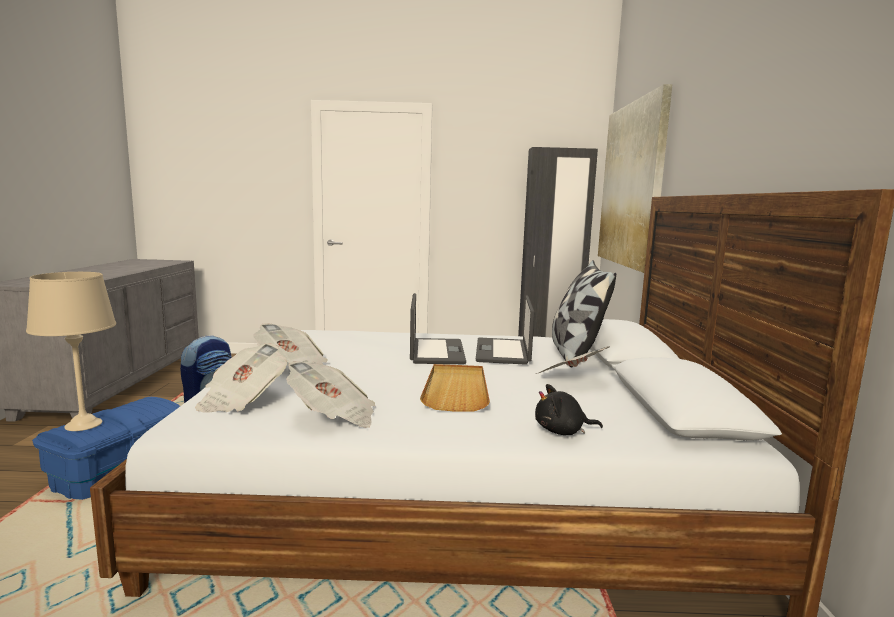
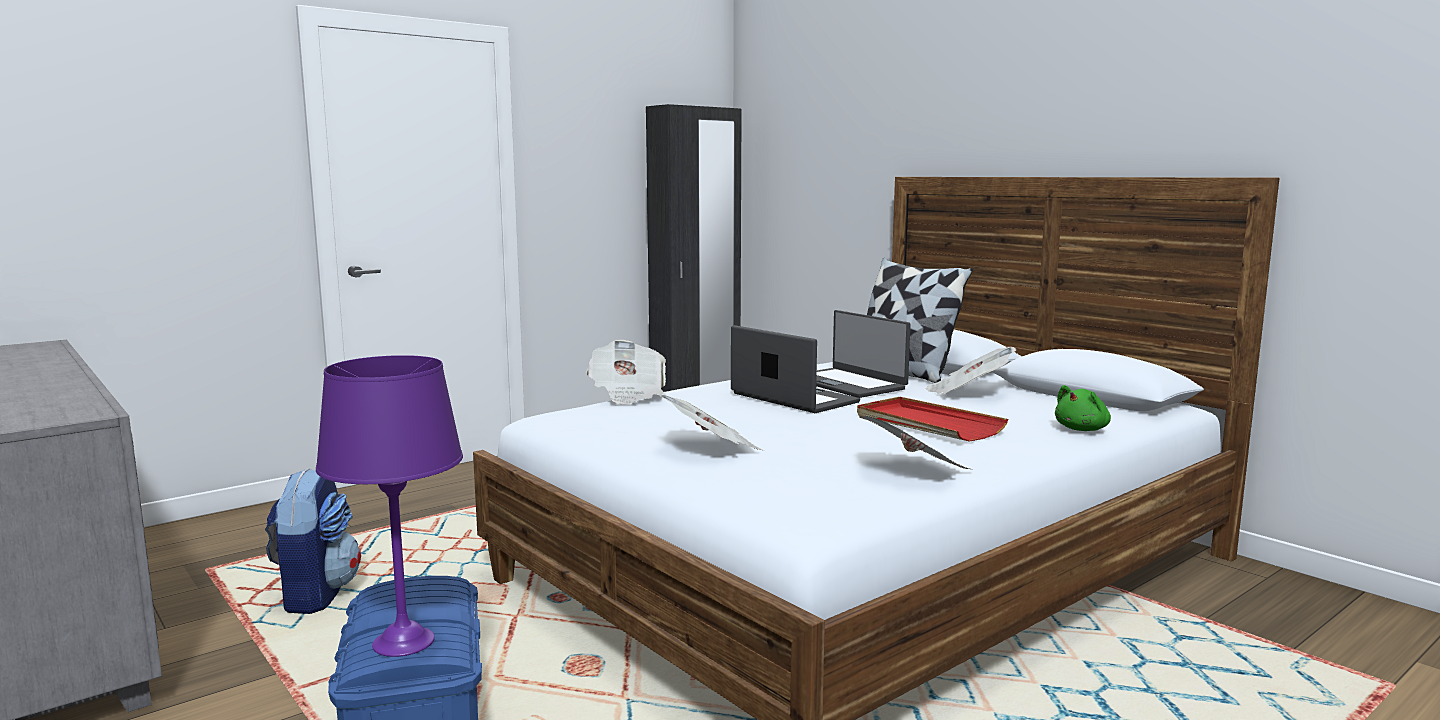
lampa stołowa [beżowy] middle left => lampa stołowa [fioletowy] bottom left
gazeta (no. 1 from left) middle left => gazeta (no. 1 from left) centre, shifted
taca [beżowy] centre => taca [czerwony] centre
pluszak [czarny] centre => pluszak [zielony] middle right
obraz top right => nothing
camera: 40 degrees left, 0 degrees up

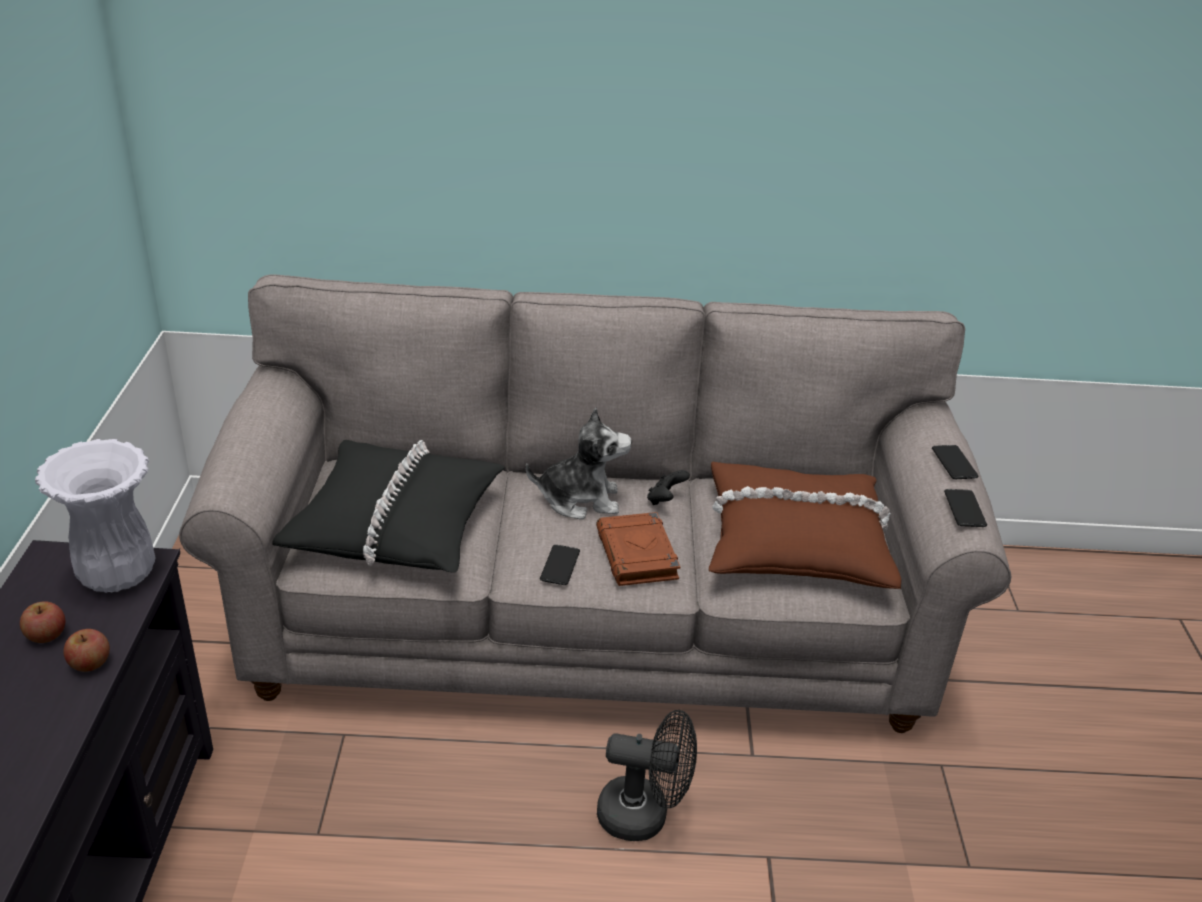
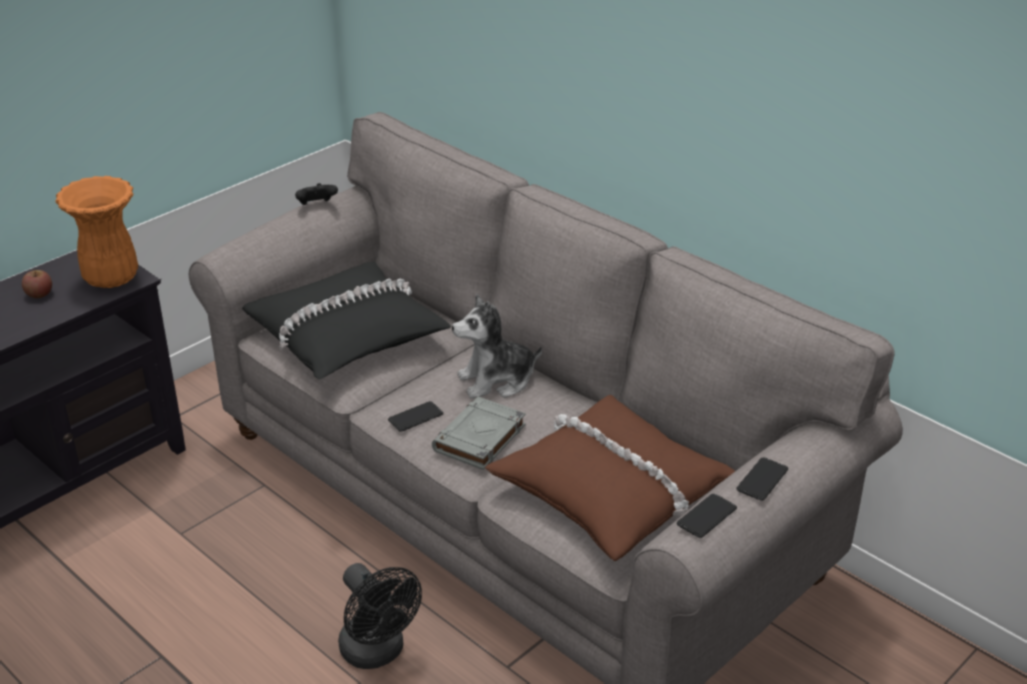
wazon [biały] middle left => wazon [pomarańczowy] middle left
jabłko (no. 2 from left) bottom left => nothing
pluszak centre, 120 degrees clockwise
książka [brązowy] centre => książka [szary] centre
pad do gier [czarny] centre => pad do gier [czarny] top left, shifted
camera: 45 degrees right, 0 degrees up

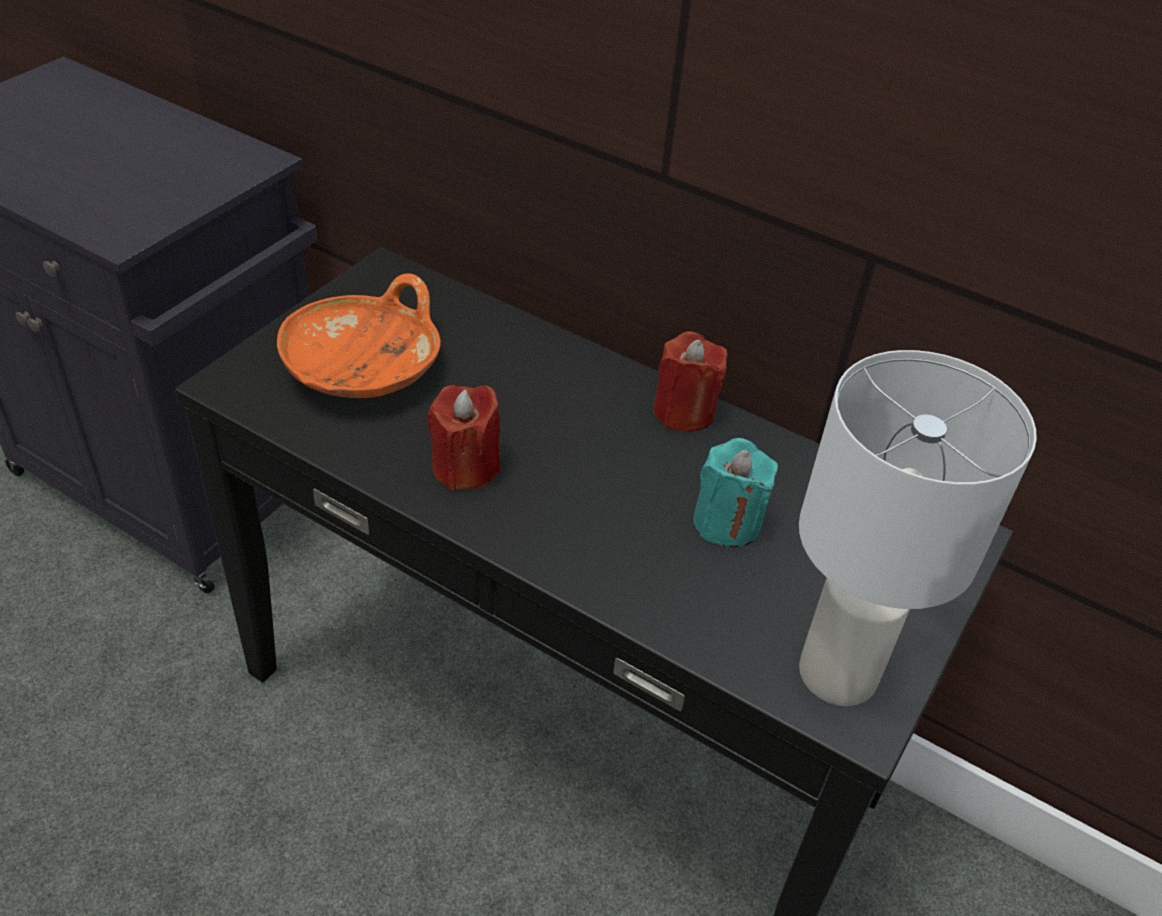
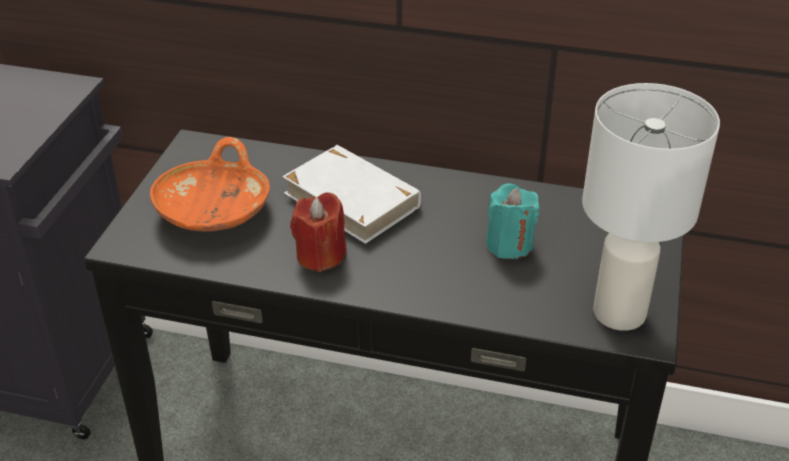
świeca [czerwony] (no. 2 from left) centre => nothing
nothing => książka [biały] centre
camera: 15 degrees left, 5 degrees down

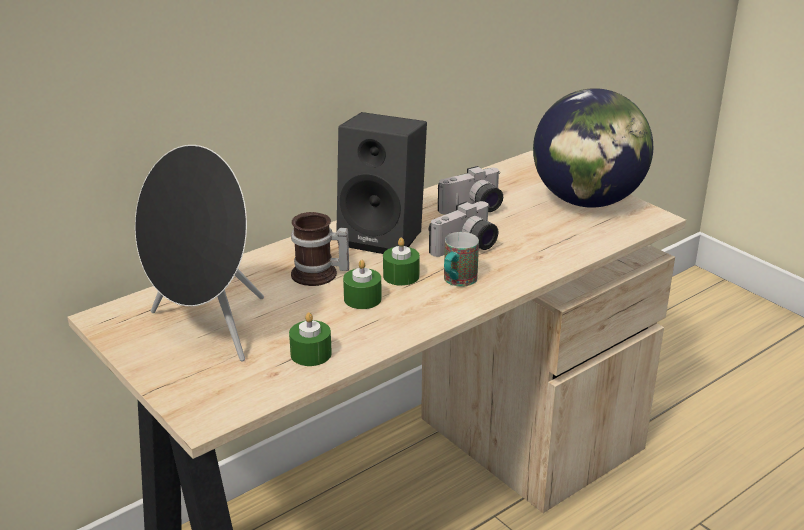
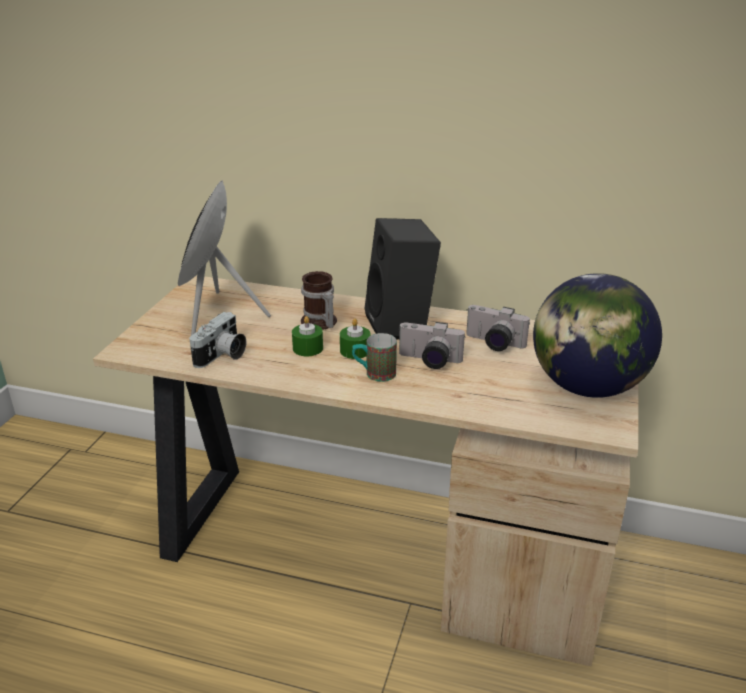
świeca [zielony] (no. 1 from left) centre => aparat fotograficzny (no. 1 from left) middle left
camera: 55 degrees right, 0 degrees up

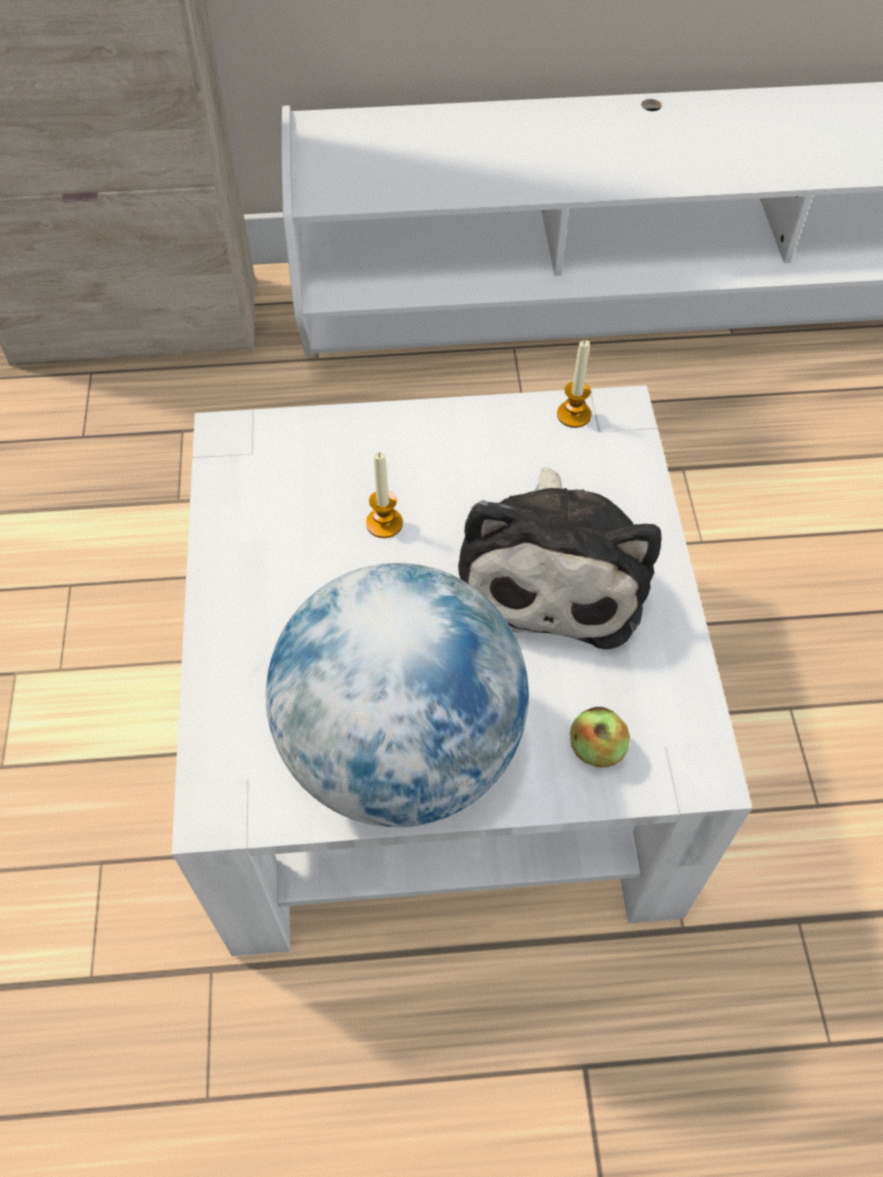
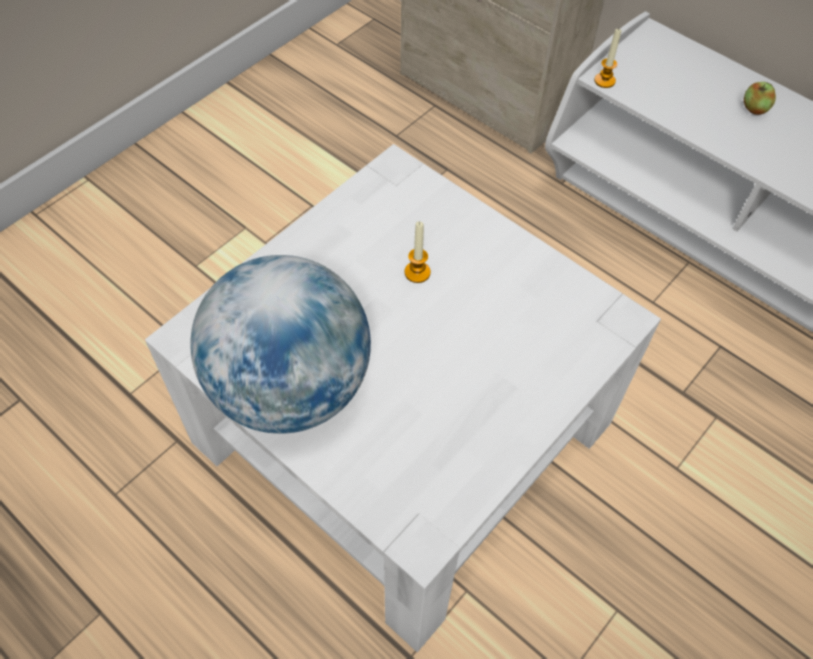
pluszak centre => nothing
świeca (no. 2 from left) top centre => świeca (no. 2 from left) top right, shifted
jabłko middle right => jabłko top right, shifted
camera: 45 degrees right, 0 degrees up

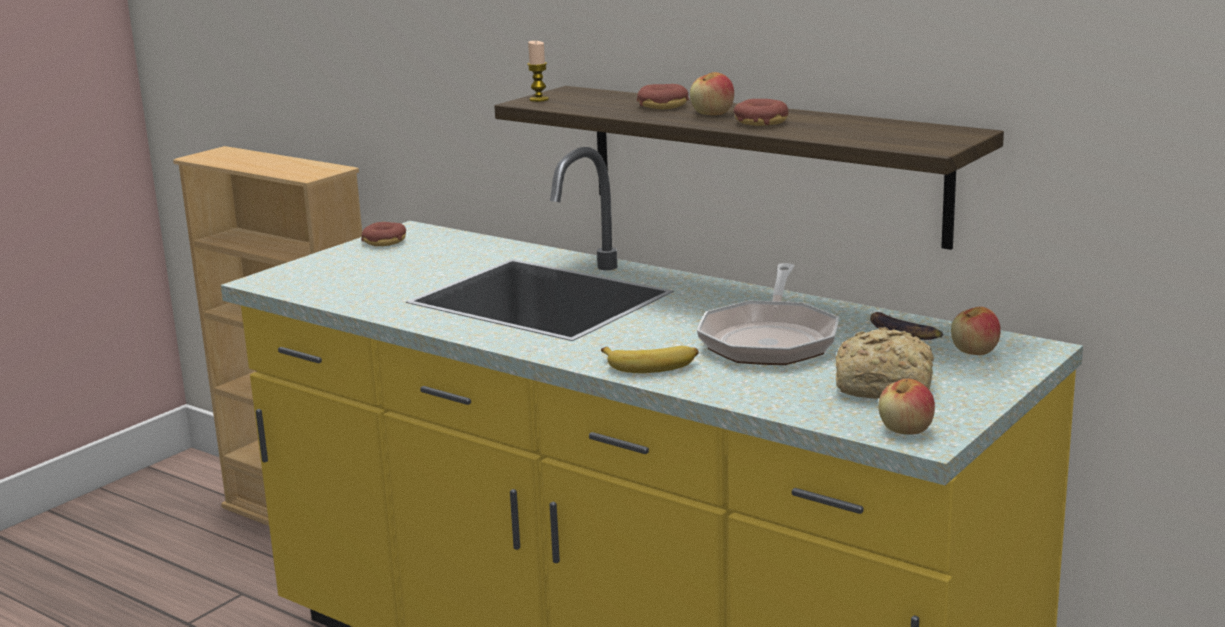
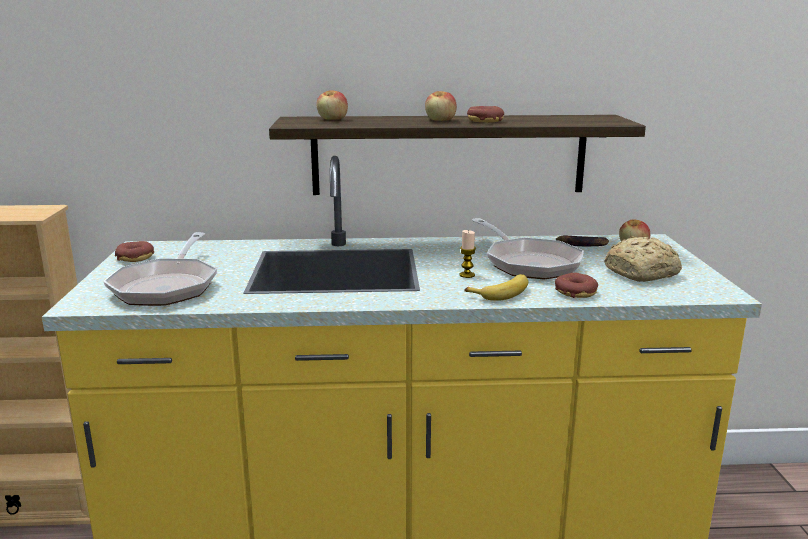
świeca top centre => świeca centre, shifted
donut (no. 2 from left in the first image) top centre => donut (no. 3 from left) middle right, shifted
jabłko (no. 2 from left in the first image) middle right => jabłko (no. 1 from left) top centre, shifted
nothing => patelnia (no. 1 from left) middle left
camera: 40 degrees left, 0 degrees up

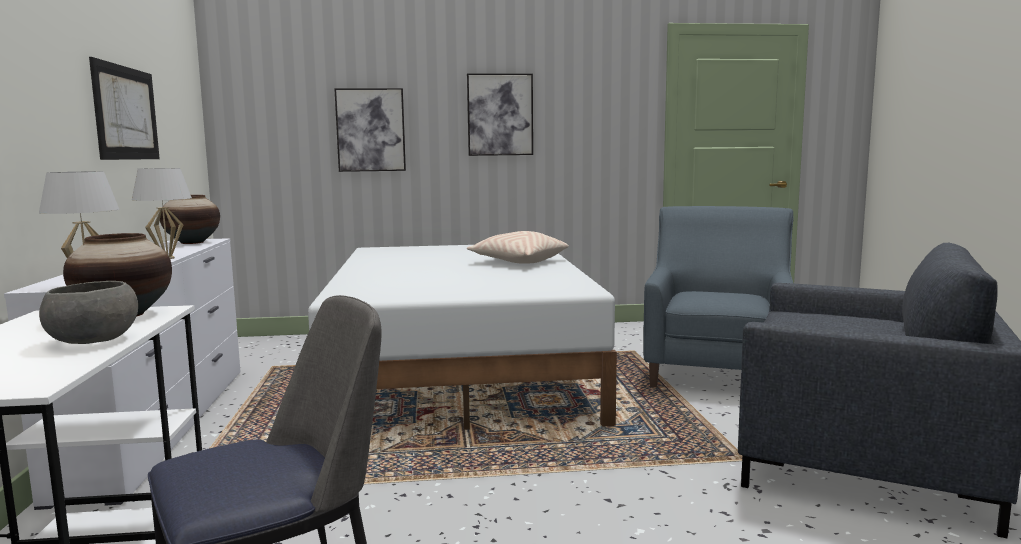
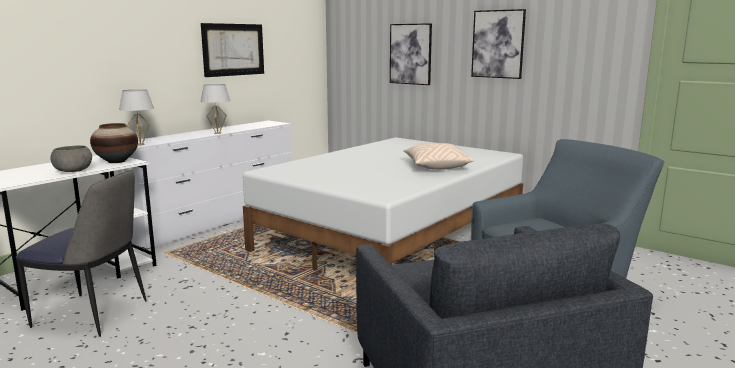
wazon (no. 2 from left) middle left => nothing
camera: 45 degrees right, 5 degrees up

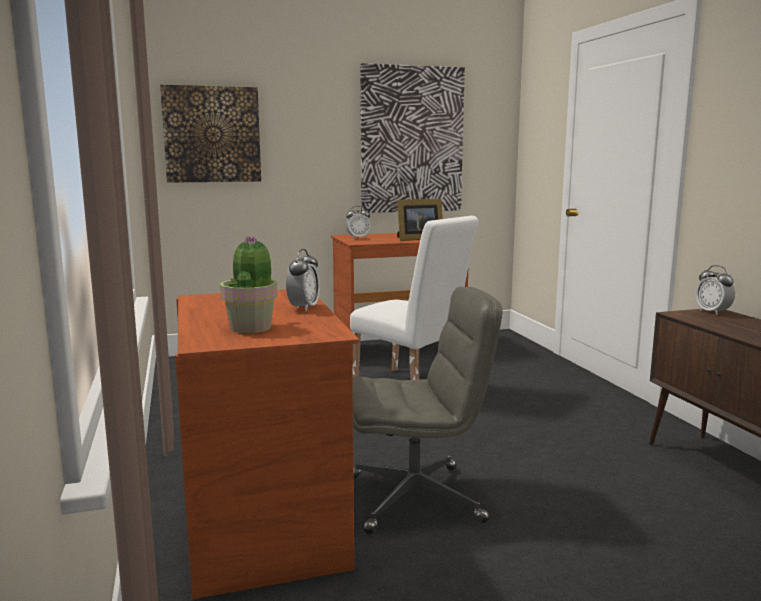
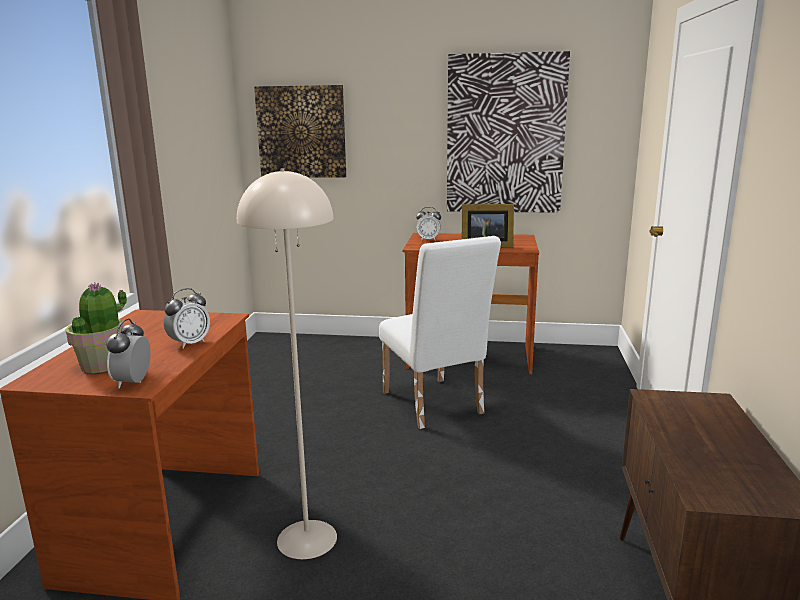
krzesło biurowe [szary] bottom centre => lampa stojąca [beżowy] centre
budzik (no. 3 from left in the first image) middle right => budzik (no. 1 from left) middle left, shifted
camera: 25 degrees right, 5 degrees up

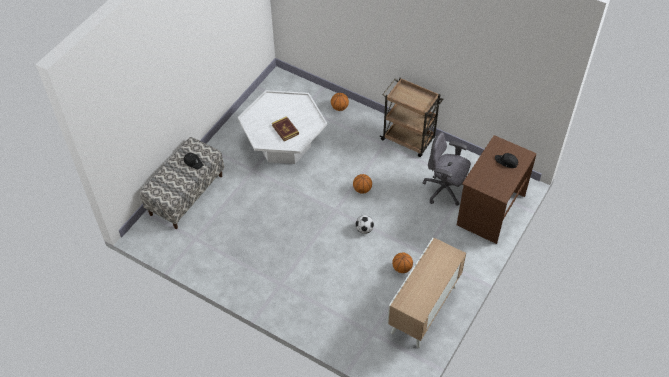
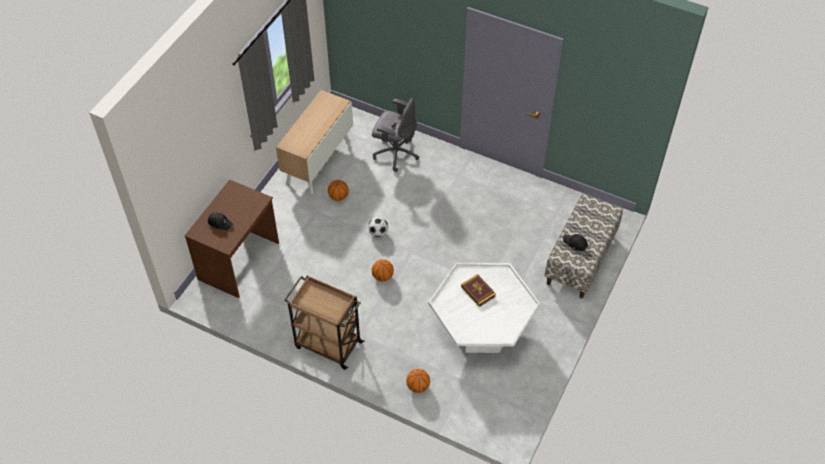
krzesło biurowe [szary] middle right => krzesło biurowe [szary] top centre, shifted
camera: 175 degrees right, 0 degrees up

